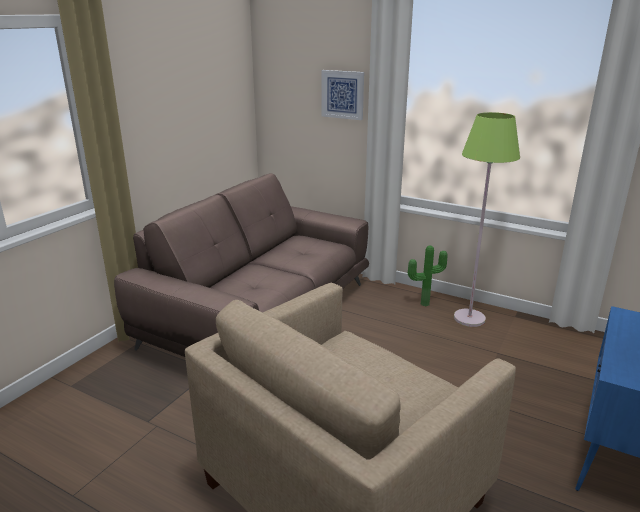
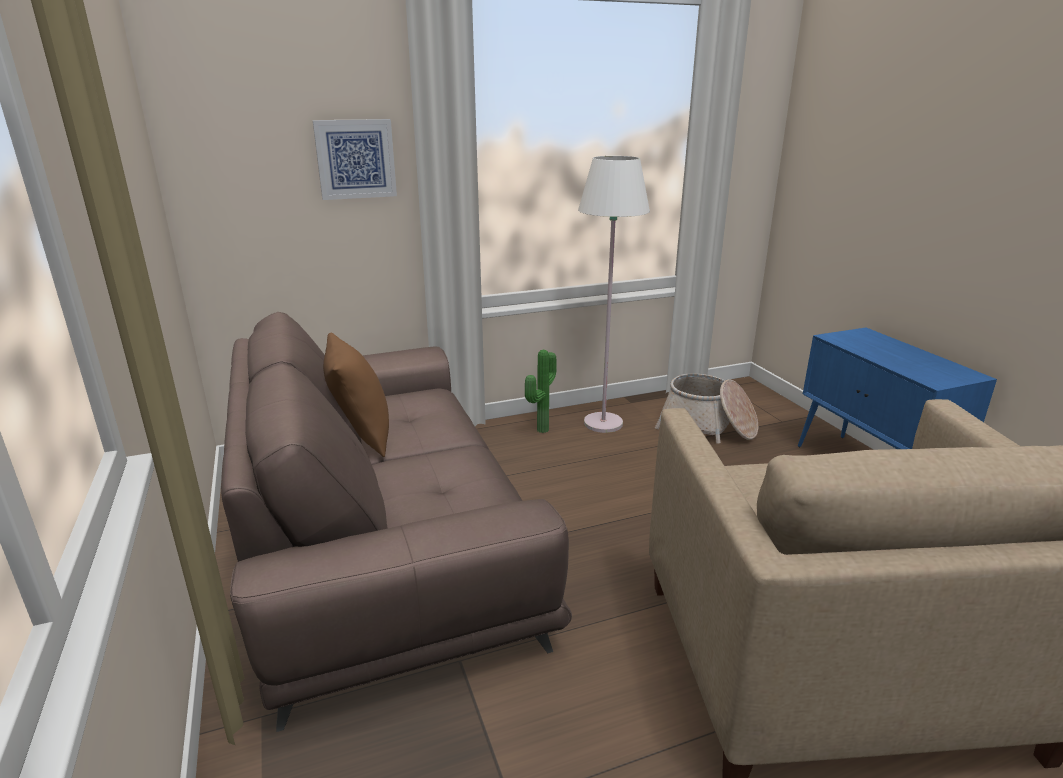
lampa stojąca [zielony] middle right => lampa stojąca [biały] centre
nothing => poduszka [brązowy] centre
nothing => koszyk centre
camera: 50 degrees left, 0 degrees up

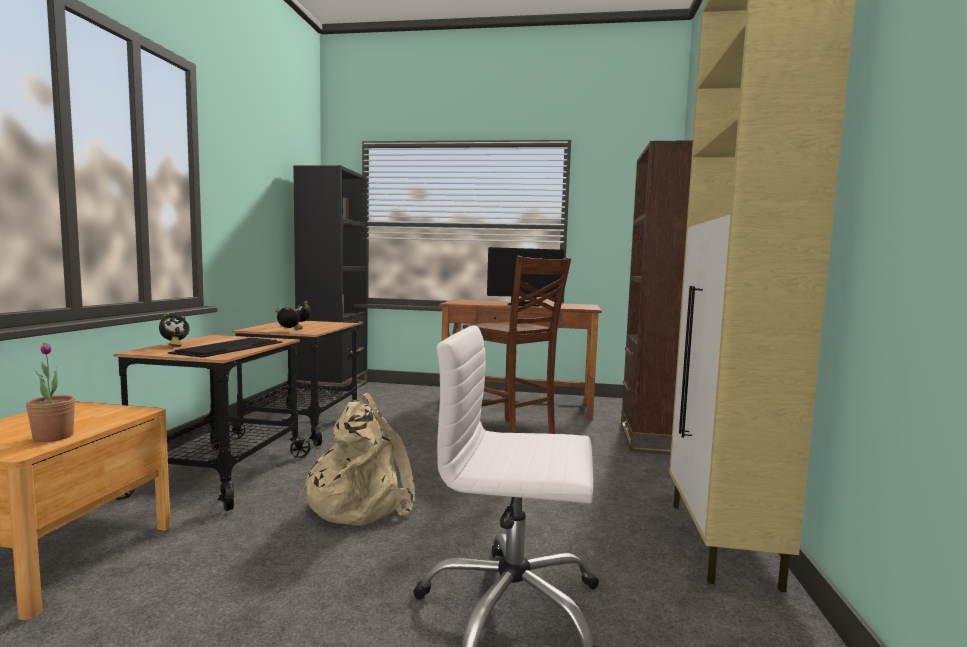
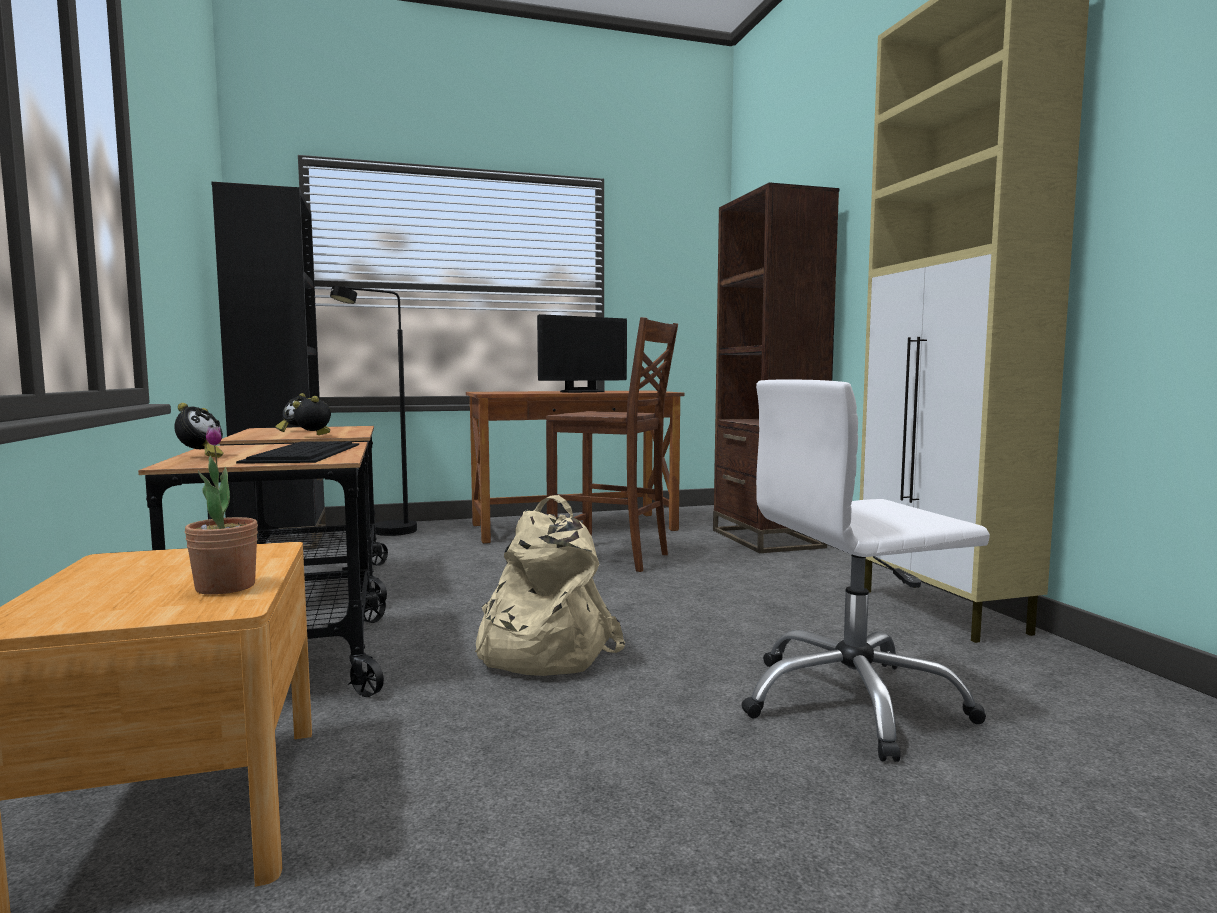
nothing => lampa stojąca [czarny] middle left
camera: 25 degrees left, 0 degrees up

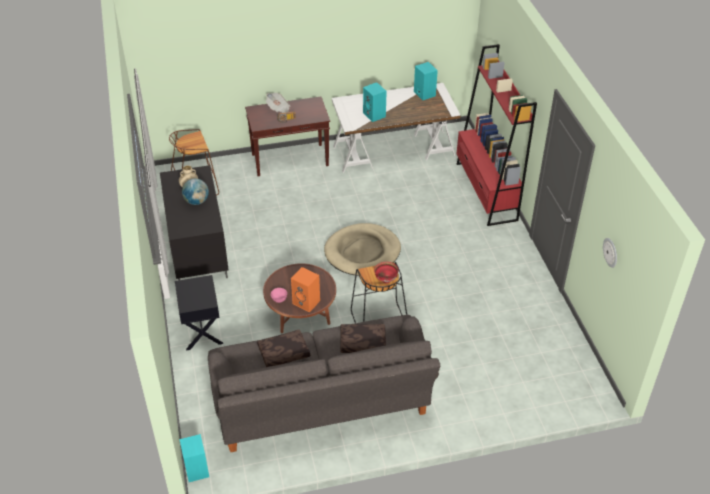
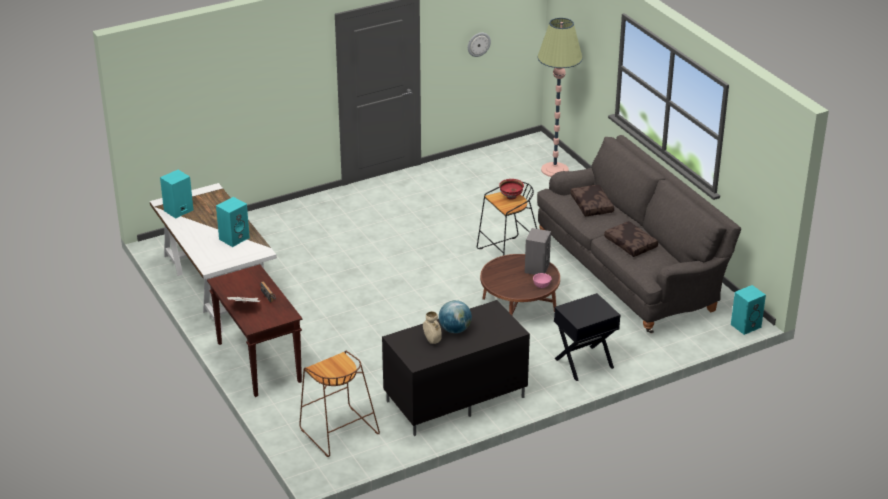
głośnik [pomarańczowy] centre => głośnik [szary] centre
legowisko [beżowy] centre => nothing
regał [czerwony] top right => nothing
nothing => lampa stojąca top centre
camera: 105 degrees left, 10 degrees down

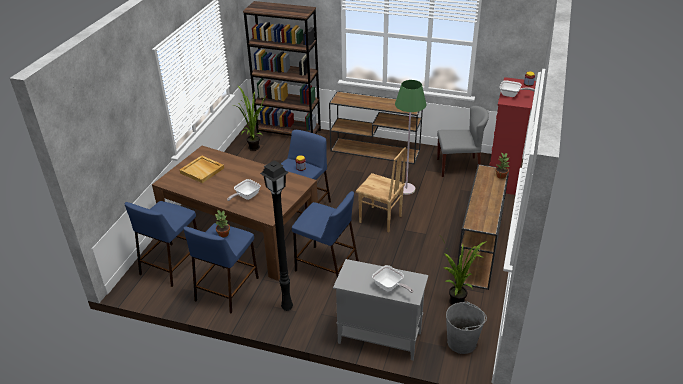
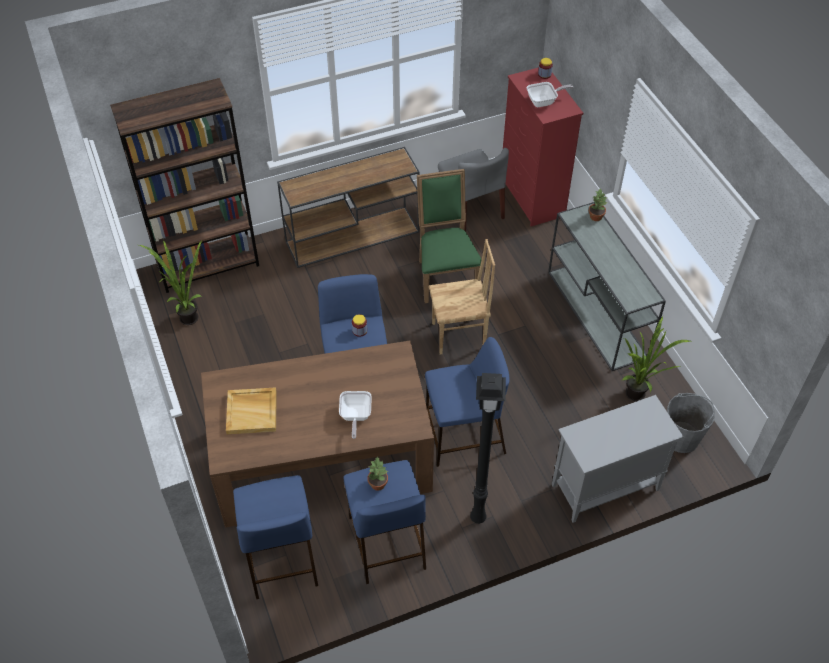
patelnia (no. 2 from left) bottom centre => nothing
lampa stojąca [zielony] centre => krzesło [zielony] centre
krzesło [szary] middle right => krzesło [szary] top centre, 105 degrees clockwise
stolik konsolowy [brązowy] (no. 2 from left) middle right => stolik konsolowy [szary] middle right
camera: 40 degrees left, 15 degrees up

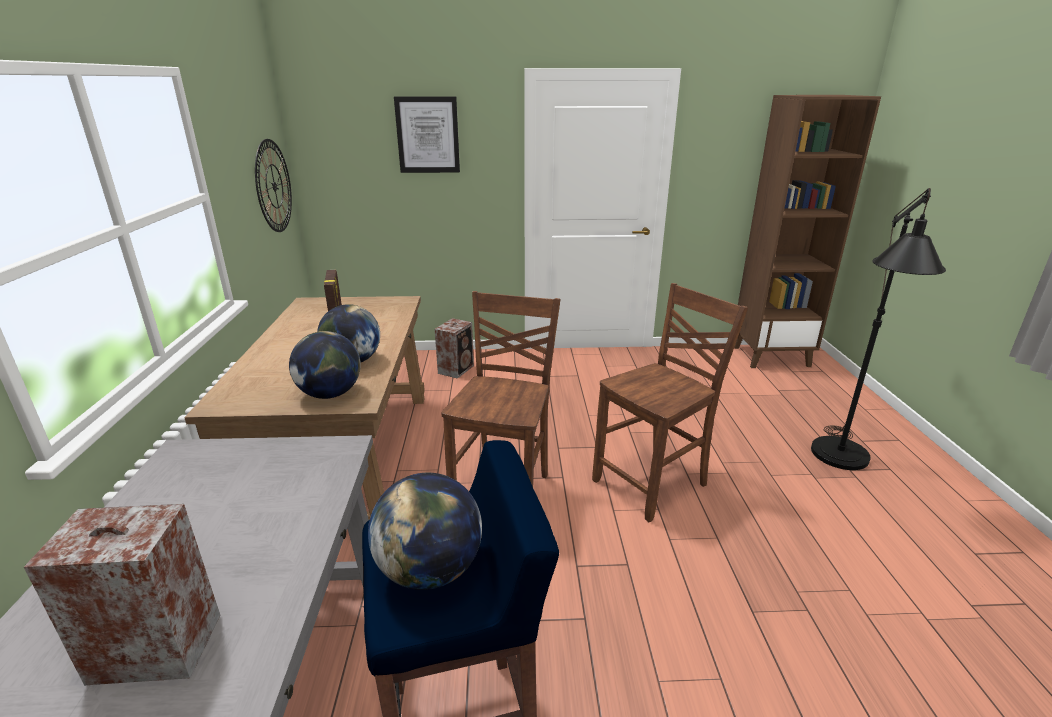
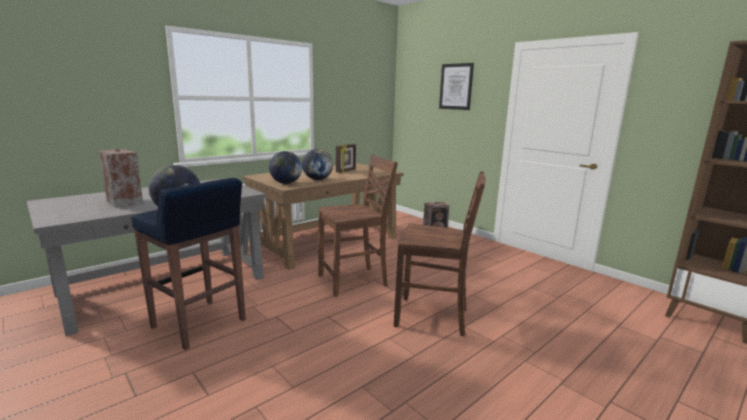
zegar ścienny top left => nothing
lampa stojąca [czarny] middle right => nothing
camera: 50 degrees right, 10 degrees down

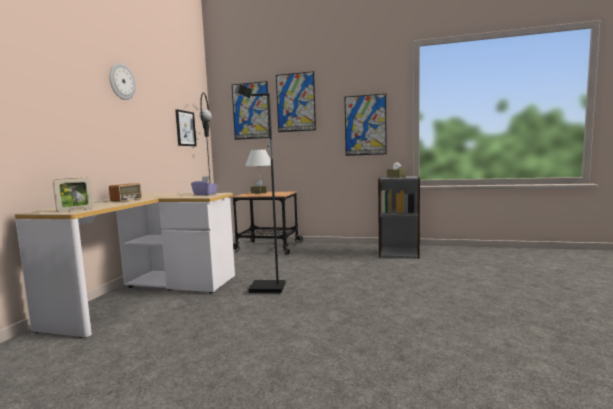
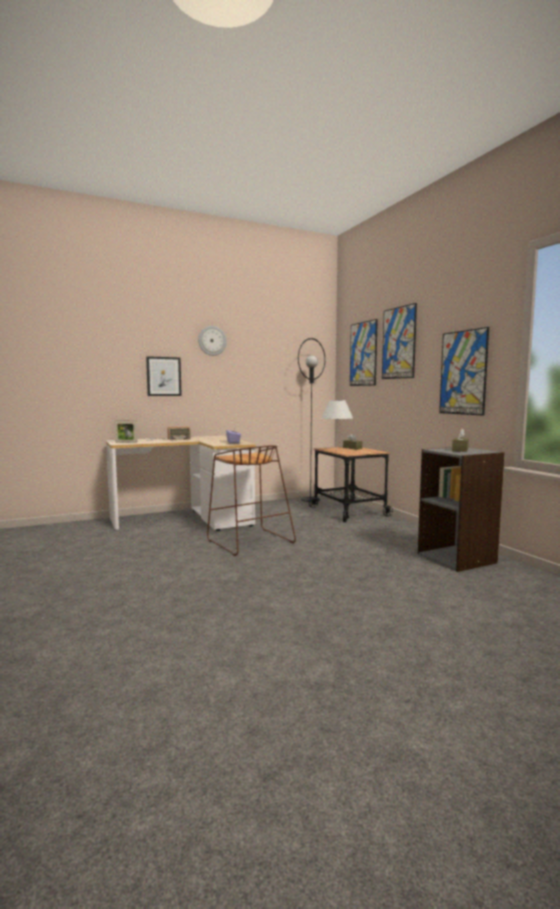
obraz (no. 1 from left) top left => obraz (no. 1 from left) middle left, shifted
lampa stojąca [czarny] (no. 2 from left) centre => stołek [brązowy] centre
camera: 50 degrees right, 0 degrees up

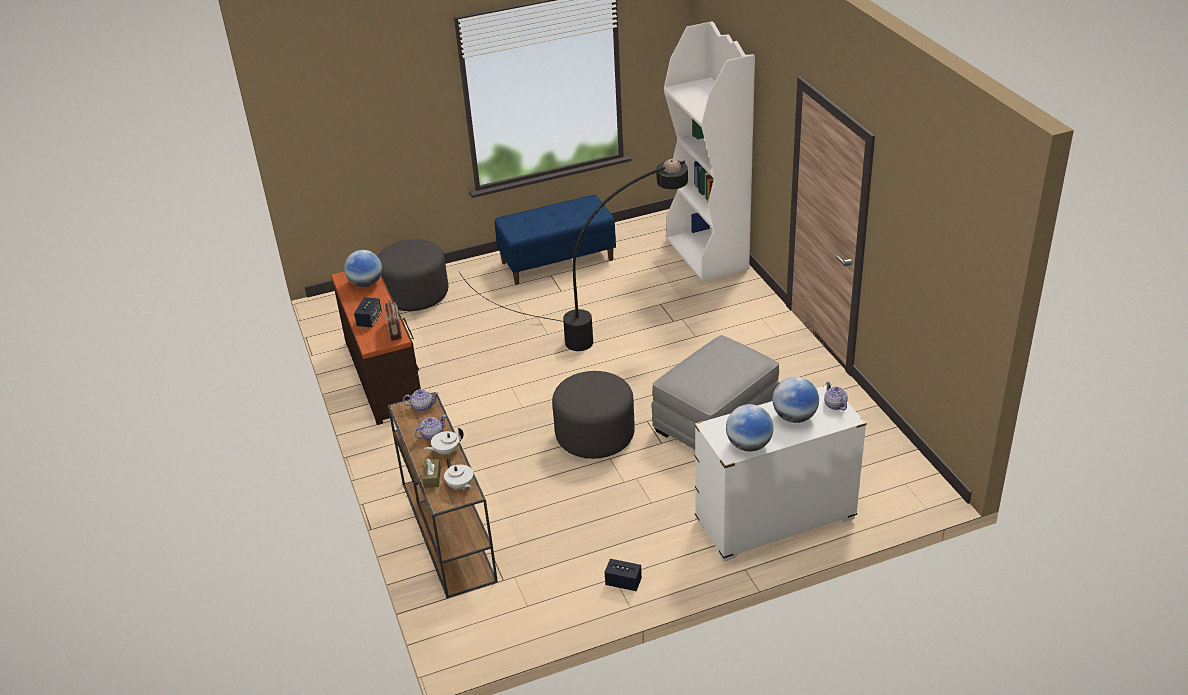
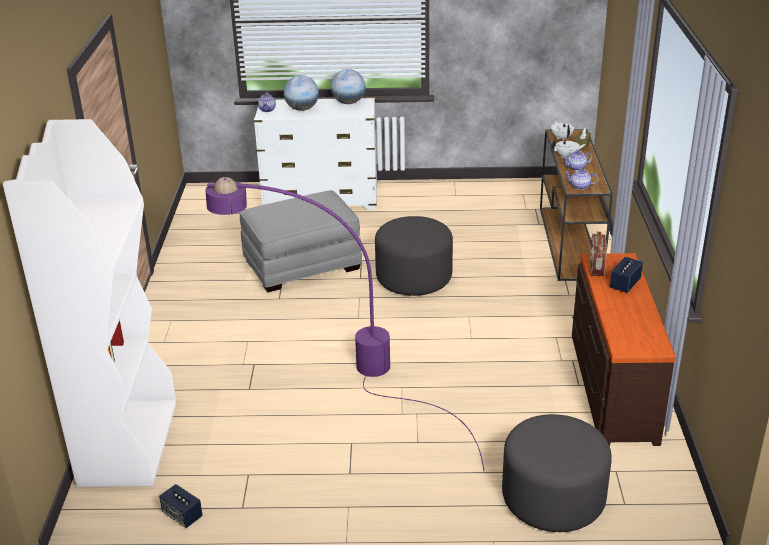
globus (no. 1 from left) middle left => nothing
lampa stojąca [czarny] centre => lampa stojąca [fioletowy] centre
ławka [niebieski] centre => nothing
głośnik (no. 2 from left in the first image) bottom centre => głośnik (no. 1 from left) bottom left, shifted
camera: 160 degrees left, 5 degrees down

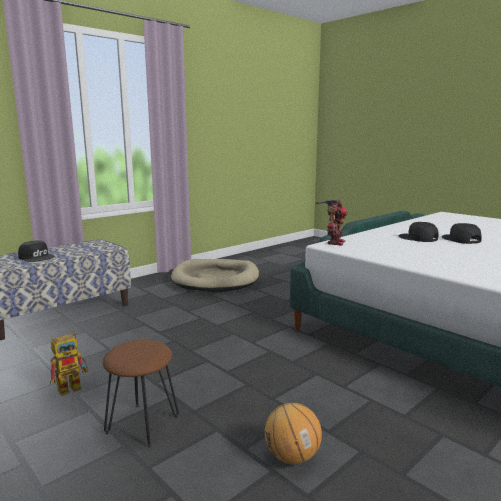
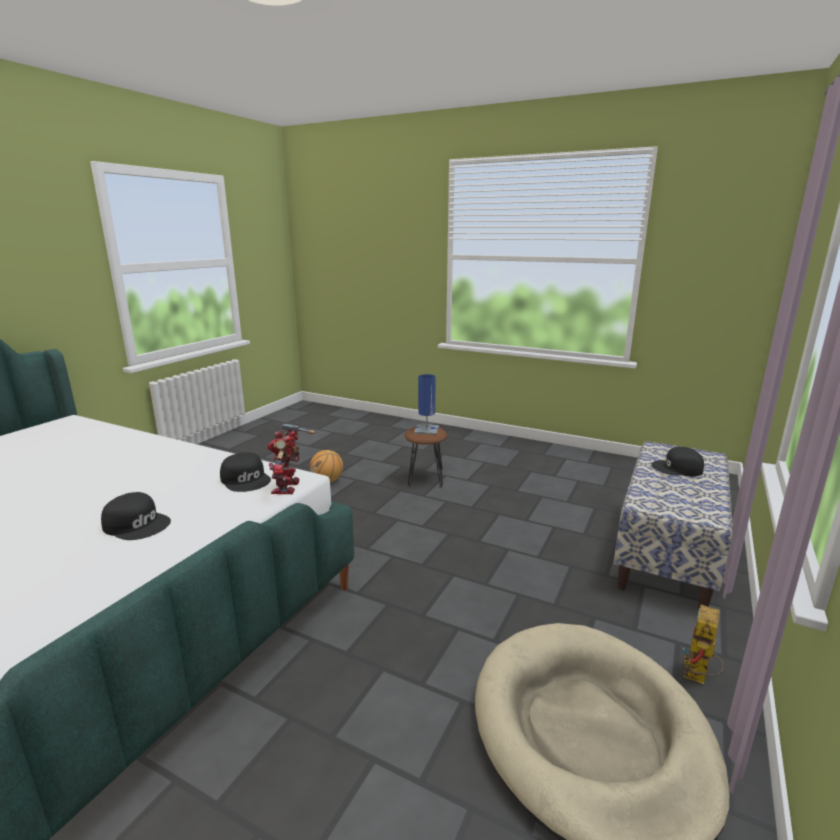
robot zabawkowy (no. 1 from left in the first image) bottom left => robot zabawkowy (no. 2 from left) bottom right, shifted
czapka z daszkiem [czarny] (no. 3 from left in the first image) middle right => czapka z daszkiem [czarny] (no. 2 from left) middle left, shifted
nothing => lampa stołowa [niebieski] centre
camera: 160 degrees right, 5 degrees up

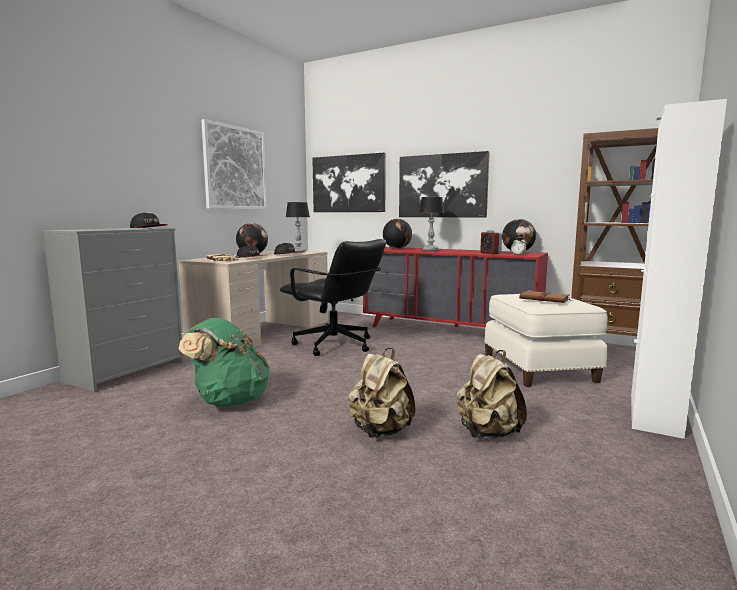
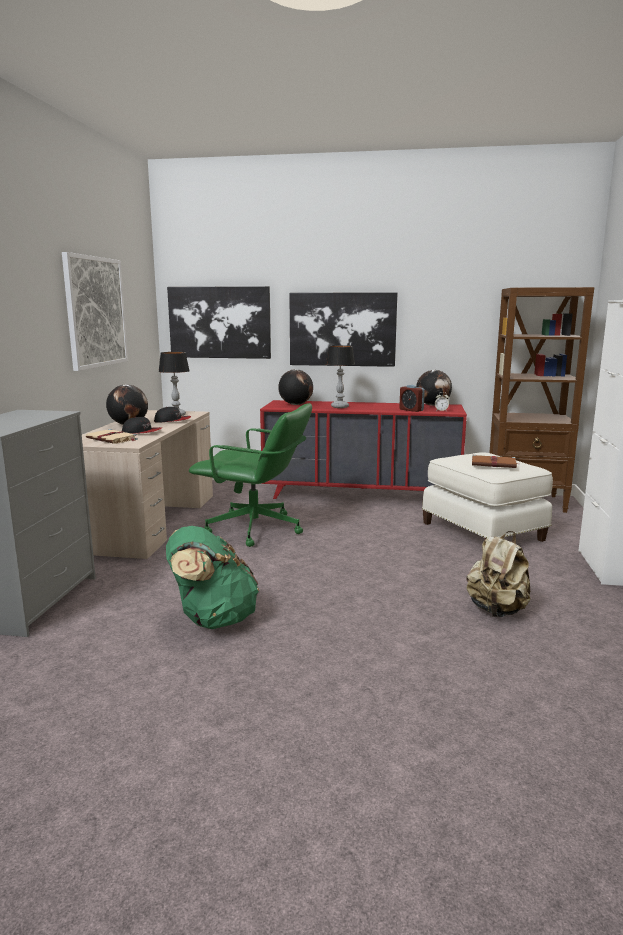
czapka z daszkiem (no. 1 from left) middle left => nothing
krzesło biurowe [czarny] centre => krzesło biurowe [zielony] centre
plecak [beżowy] (no. 1 from left) centre => nothing
camera: 20 degrees left, 5 degrees up

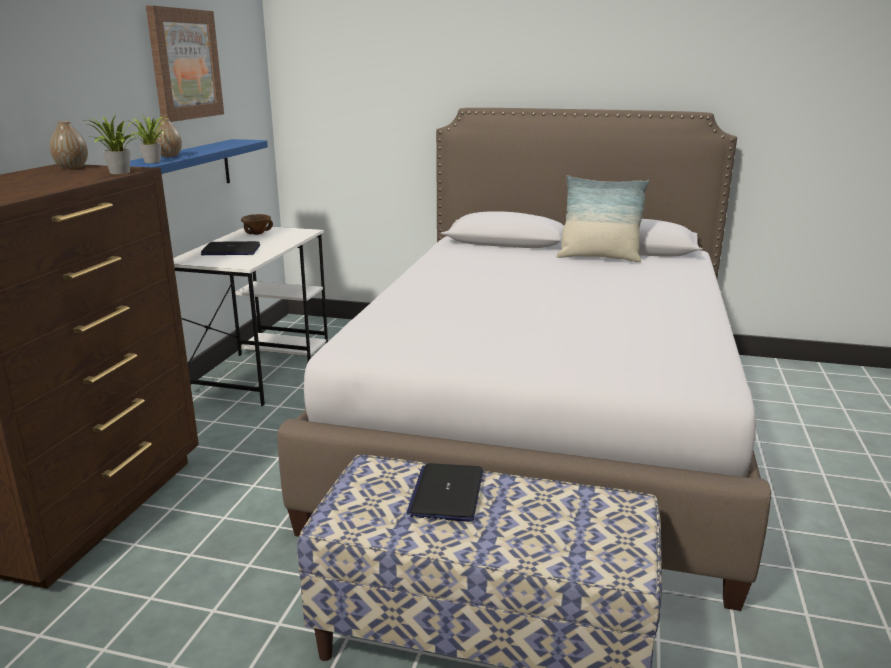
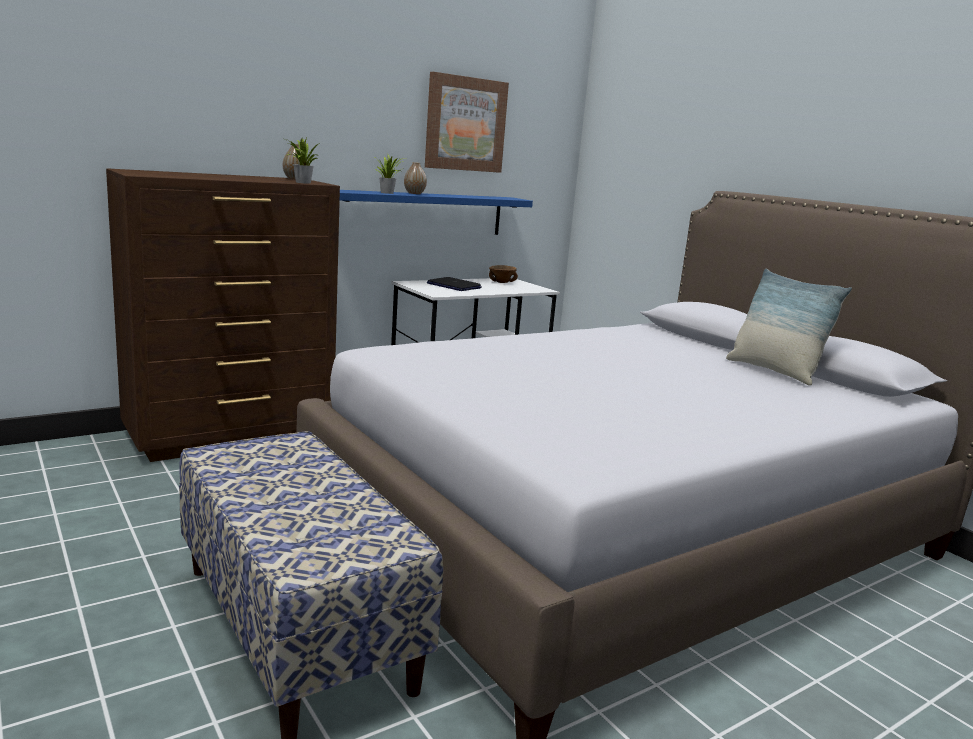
laptop (no. 2 from left) bottom centre => nothing
camera: 40 degrees right, 5 degrees down

